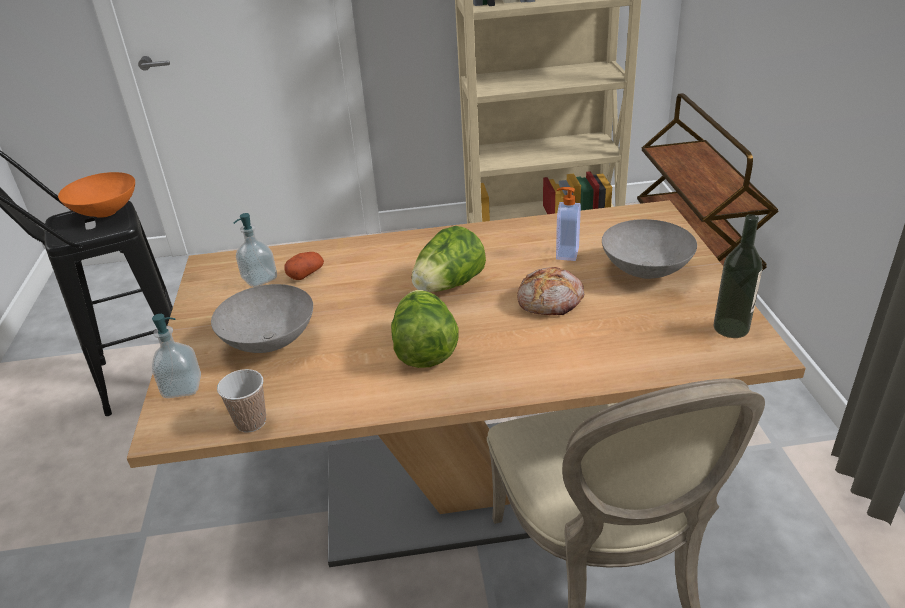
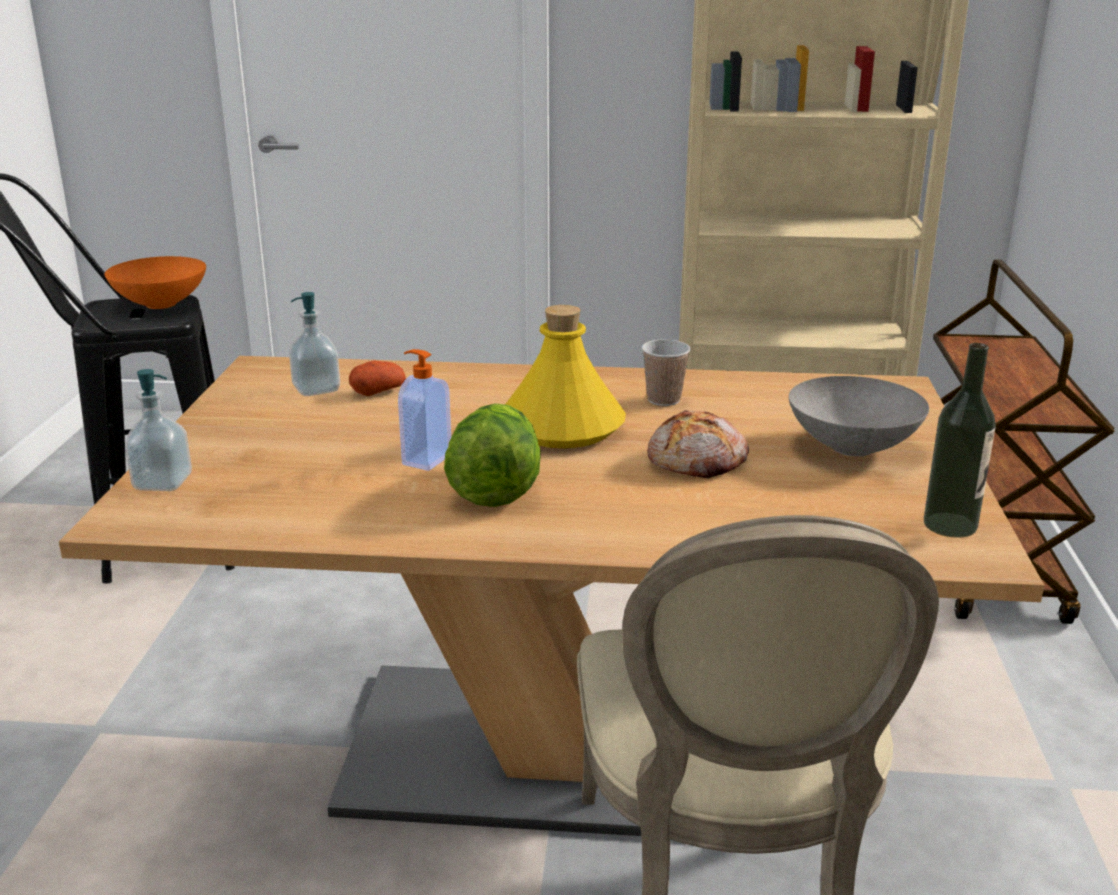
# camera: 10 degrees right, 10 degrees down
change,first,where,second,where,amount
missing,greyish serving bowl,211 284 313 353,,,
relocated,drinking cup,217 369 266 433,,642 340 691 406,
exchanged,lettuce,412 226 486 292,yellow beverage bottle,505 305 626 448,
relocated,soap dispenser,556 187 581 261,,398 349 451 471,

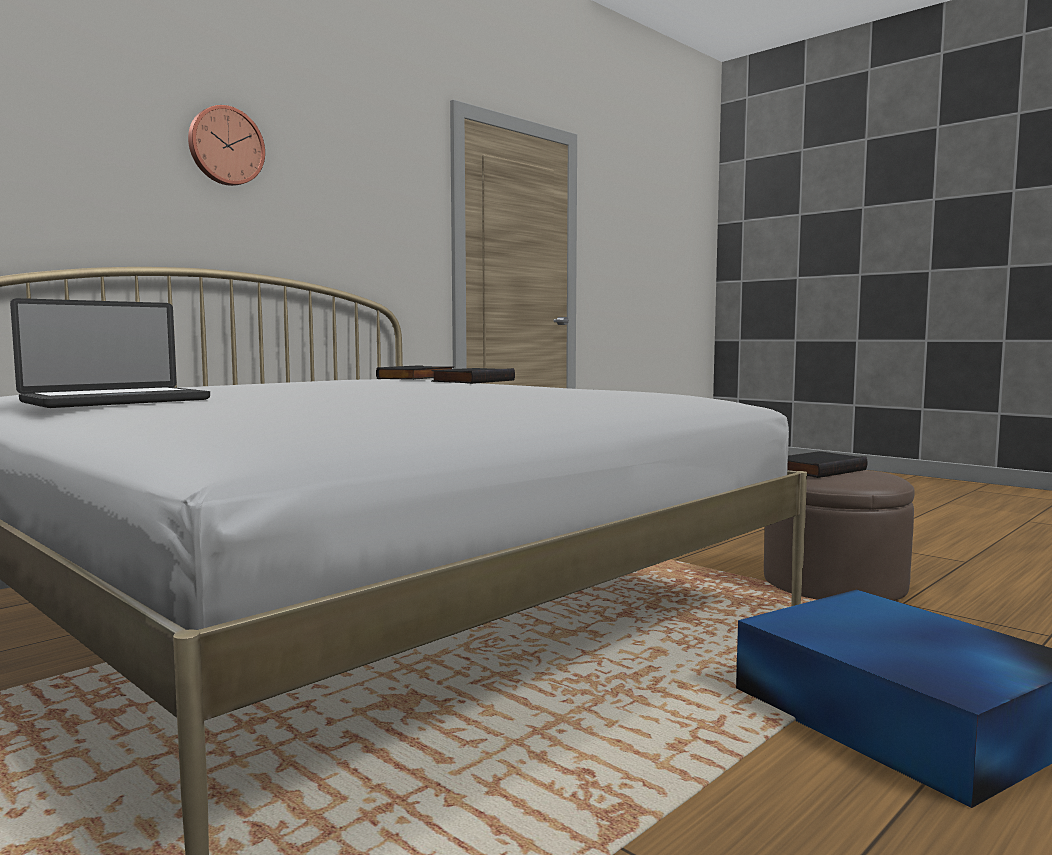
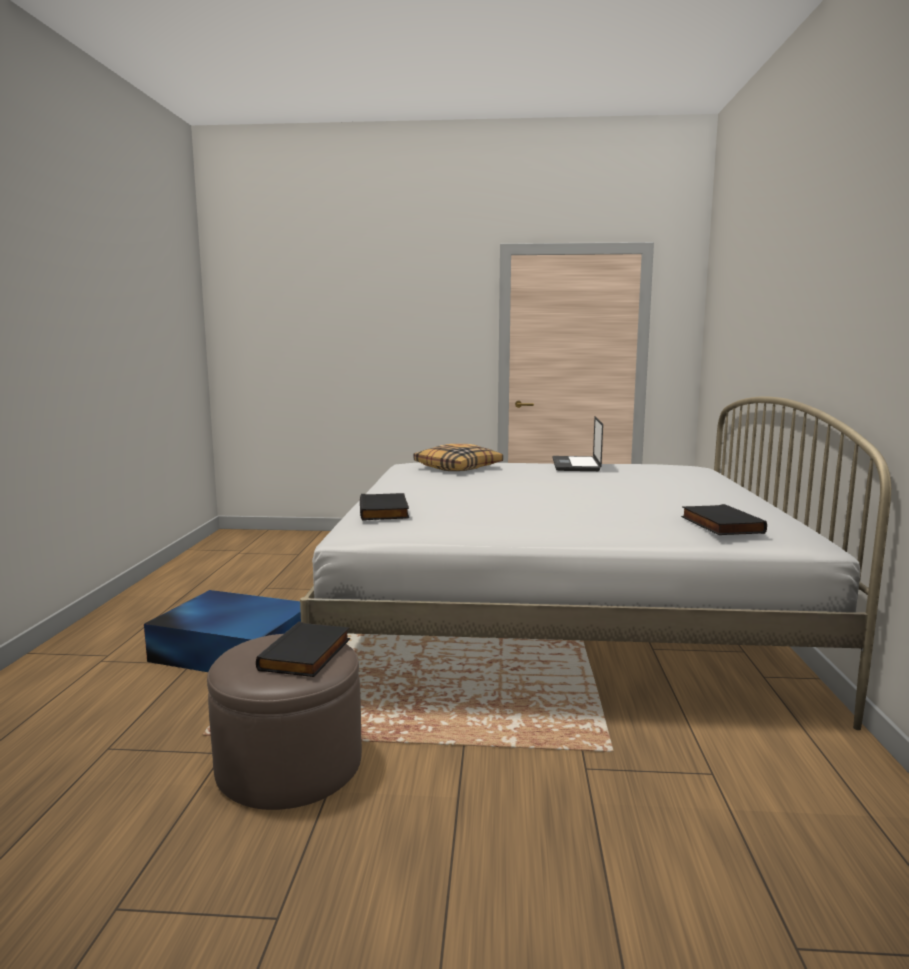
# camera: 140 degrees right, 5 degrees up
change,first,where,second,where,amount
missing,hanging clock,188 105 265 186,,,
relocated,black book,431 368 515 384,,360 493 409 521,
appeared,,,cushion,413 444 503 471,

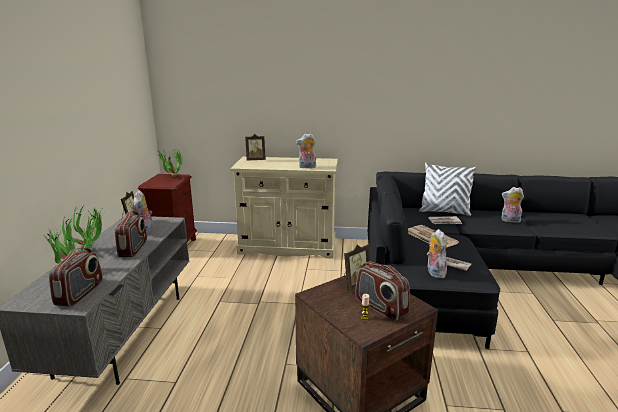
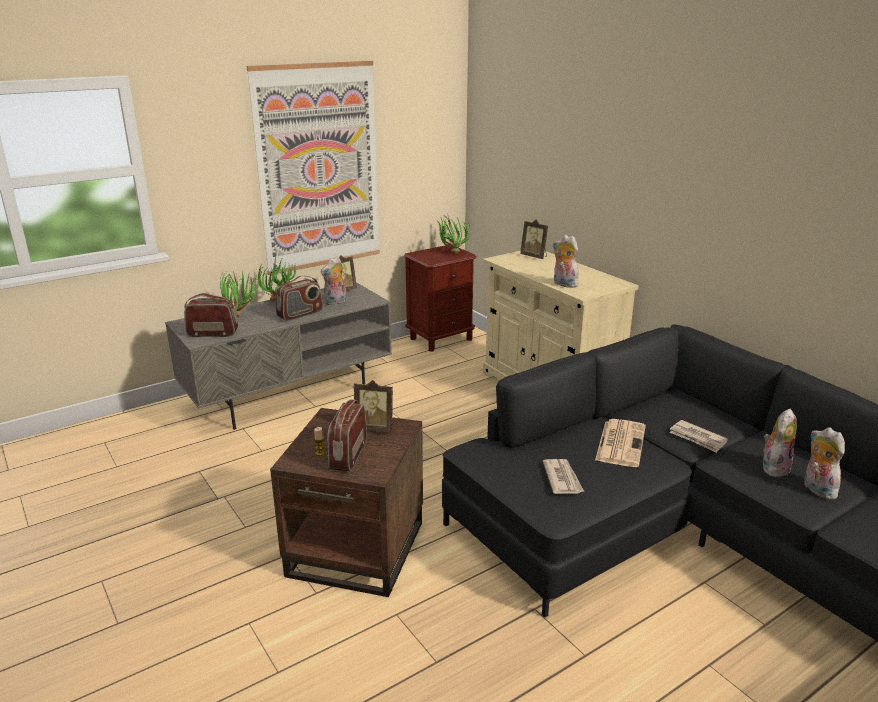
# camera: 50 degrees right, 5 degrees up
change,first,where,second,where,amount
spun,radio set,49 248 103 307,,184 293 238 337,150 degrees counterclockwise
missing,whitish cushion,419 163 476 216,,,
relocated,plush toy,427 229 447 278,,763 409 797 479,
appeared,,,wall art,247 61 380 275,

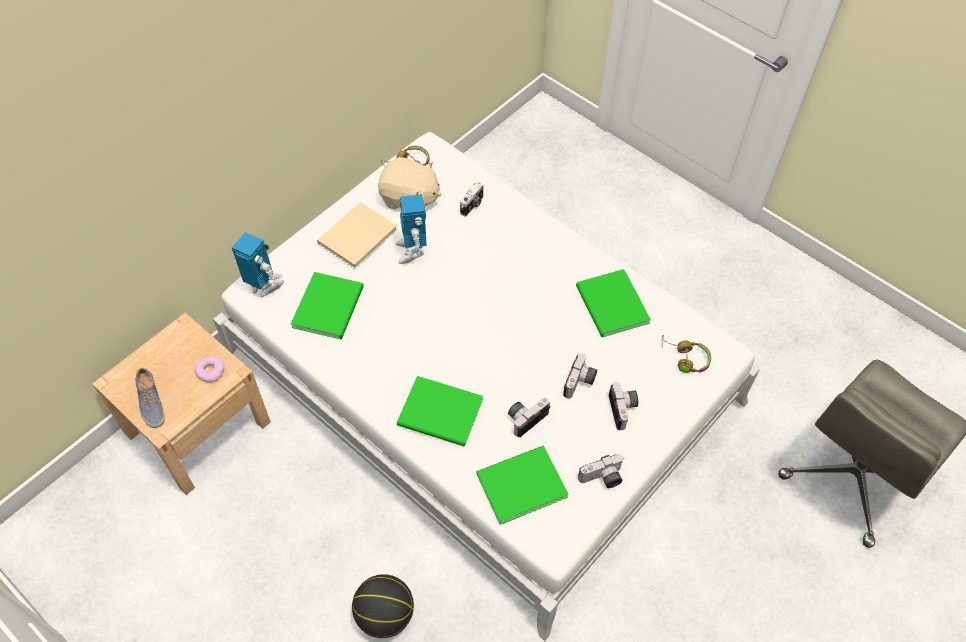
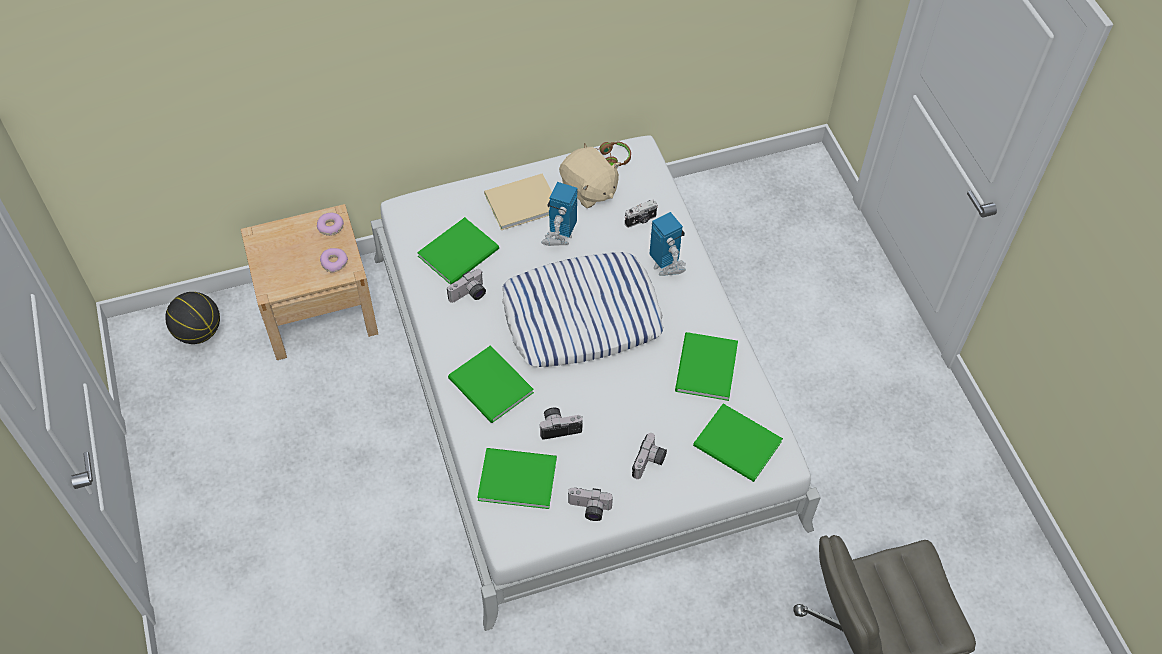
# camera: 30 degrees right, 0 degrees up
change,first,where,second,where,amount
missing,shoe,136 368 165 428,,,
relocated,toy robot,232 232 284 297,,649 212 686 276,
relocated,basketball,352 574 414 638,,165 292 220 344,
relocated,photo camera,563 353 597 399,,447 269 486 303,
exchanged,brown pair of headphones,662 335 711 373,greenish book,693 404 783 482,
appeared,,,donut,317 213 344 236,
appeared,,,cushion,502 252 663 367,

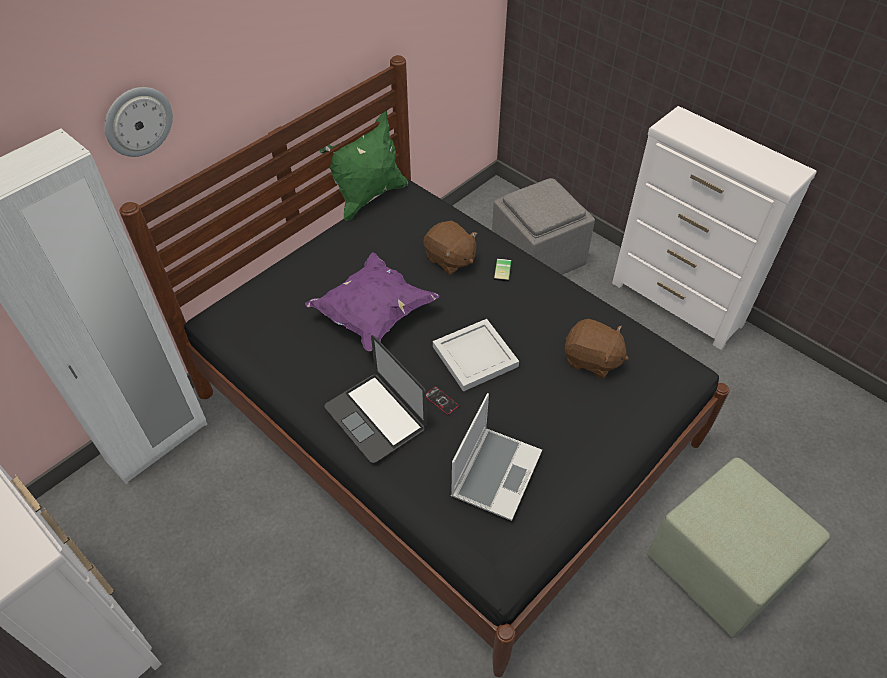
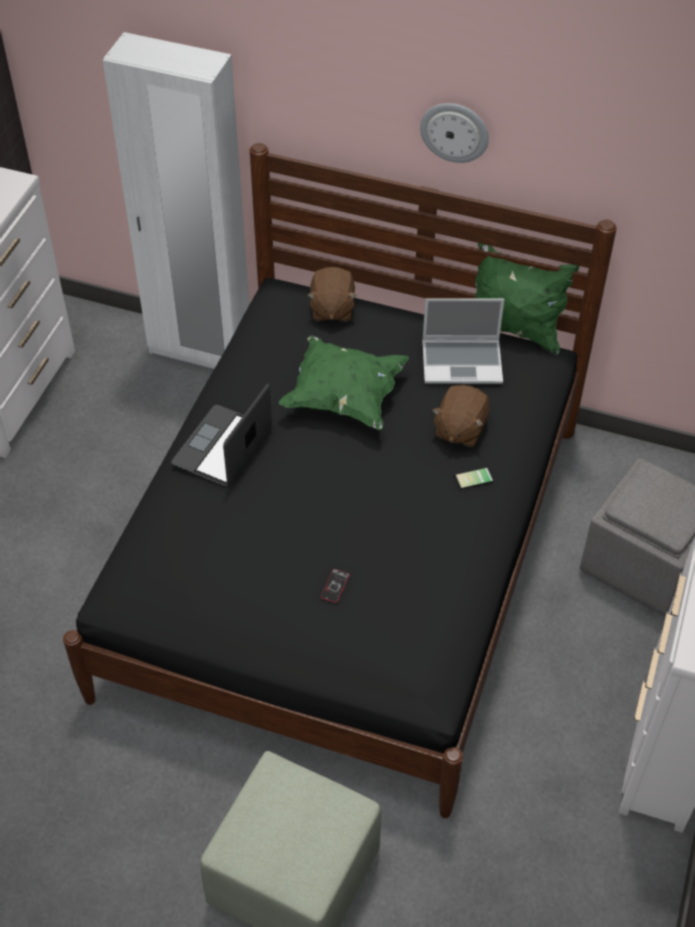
# camera: 65 degrees right, 0 degrees up
change,first,where,second,where,amount
relocated,hanging clock,105 87 173 157,,420 103 489 163,
colour,purplish cushion,305 252 440 351,greenish cushion,279 335 409 430,
relocated,telephone,426 387 459 415,,321 569 350 603,
missing,whitish tray,433 319 519 392,,,
relocated,laptop,451 393 542 521,,422 298 504 384,
relocated,brown plush toy,564 319 629 378,,307 267 357 322,

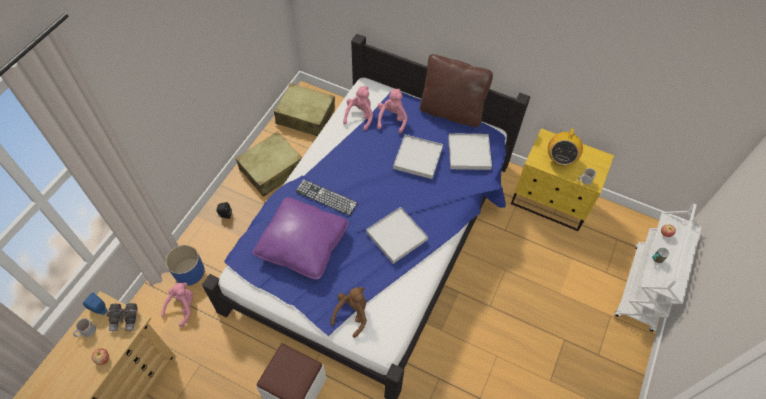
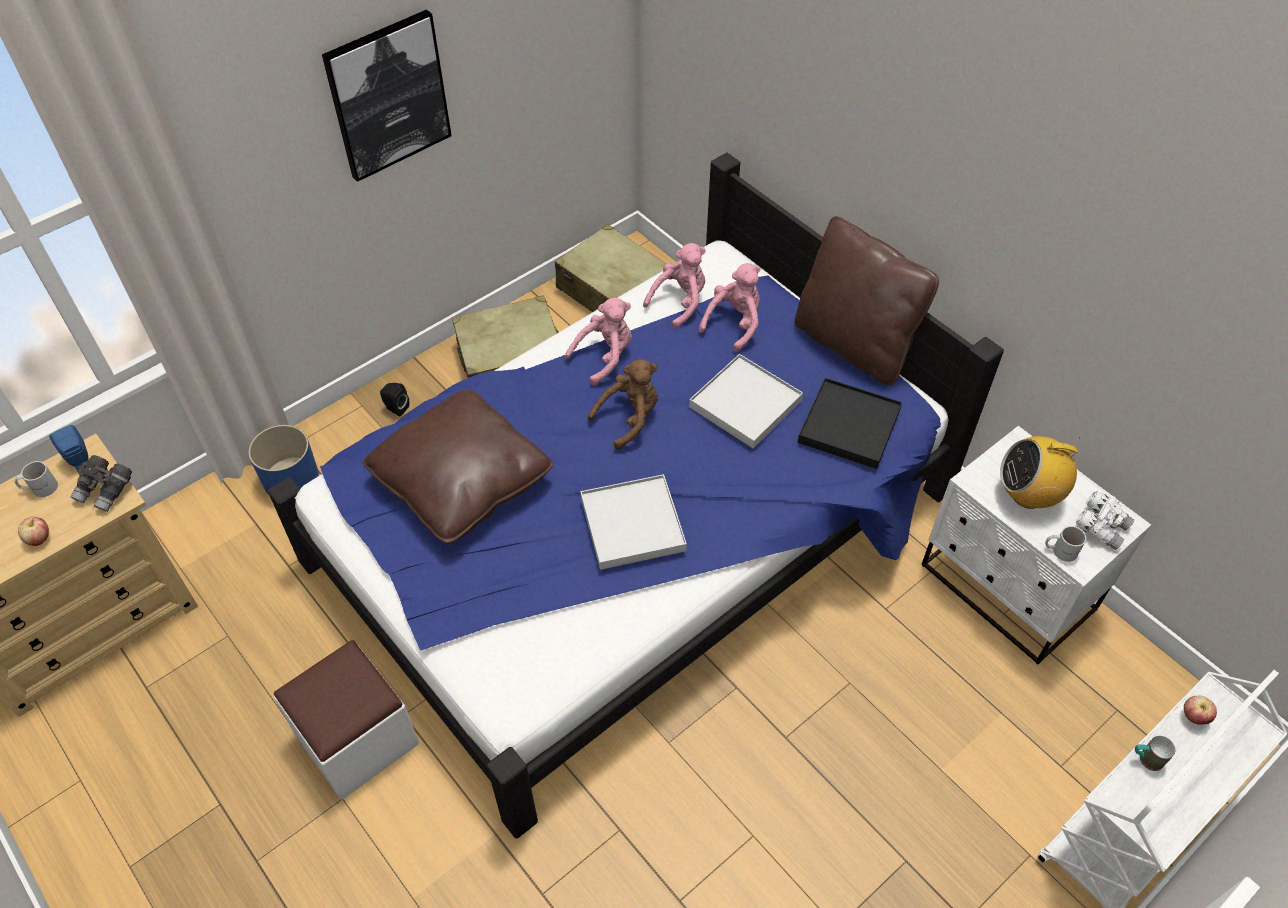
# camera: 25 degrees right, 5 degrees down
change,first,where,second,where,amount
relocated,pinkish plush toy,161 283 193 327,,565 298 632 386,
colour,purplish cushion,253 197 349 279,brown cushion,363 390 553 543,
missing,keyboard,295 179 358 216,,,
relocated,brown plush toy,330 287 367 338,,588 359 658 450,
colour,whitish tray,448 133 492 170,black tray,798 378 902 469,
colour,yellow night table,511 128 614 231,whitish night table,922 426 1151 664,
spun,radio set,548 128 583 166,,1000 436 1080 509,45 degrees clockwise
appeared,,,wall art,322 9 452 182,
appeared,,,whitish binoculars,1076 491 1134 550,

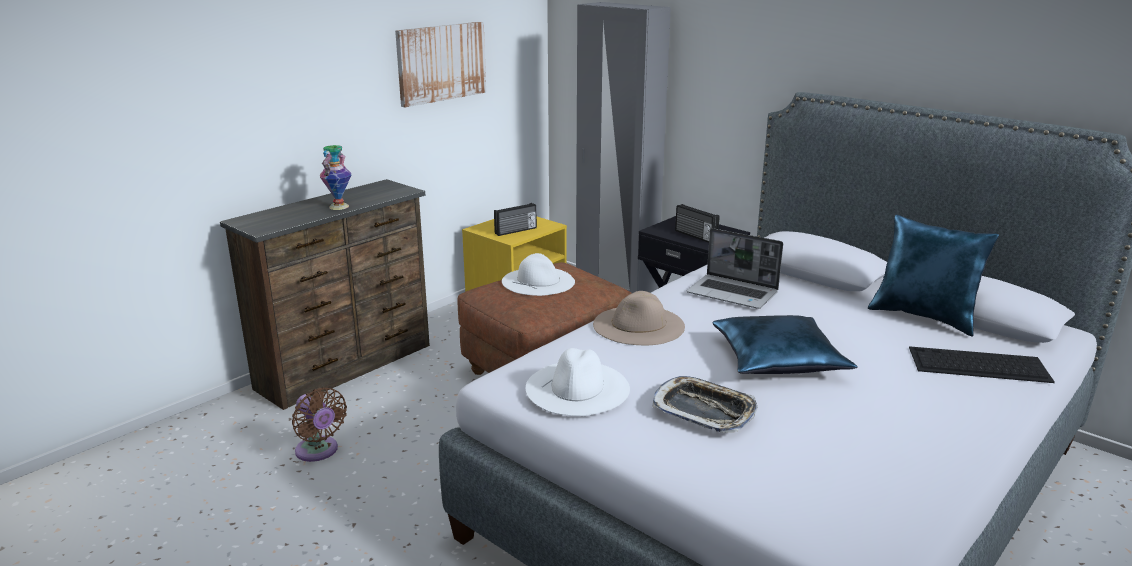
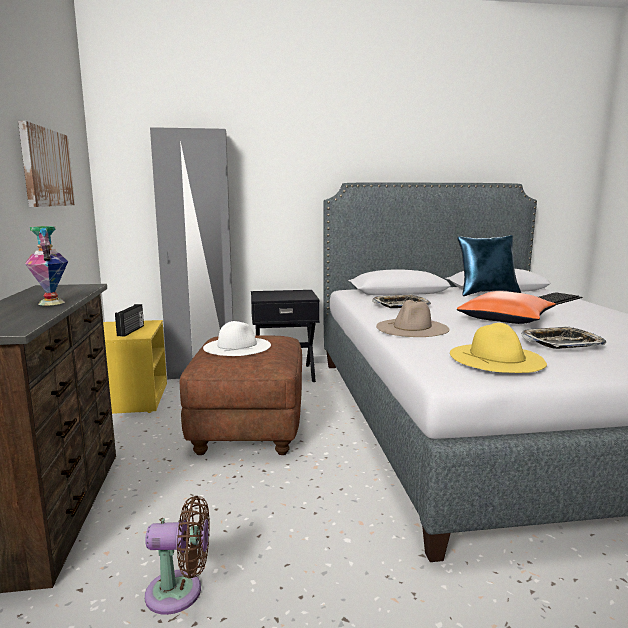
# camera: 50 degrees left, 10 degrees down
change,first,where,second,where,amount
colour,whitish clothing hat,526 348 630 416,yellow clothing hat,450 323 547 373,
missing,radio set,675 204 720 243,,,
exchanged,laptop,687 228 783 309,tray,372 294 431 308,
colour,blue cushion,712 315 857 374,orange-coloured cushion,457 291 556 324,

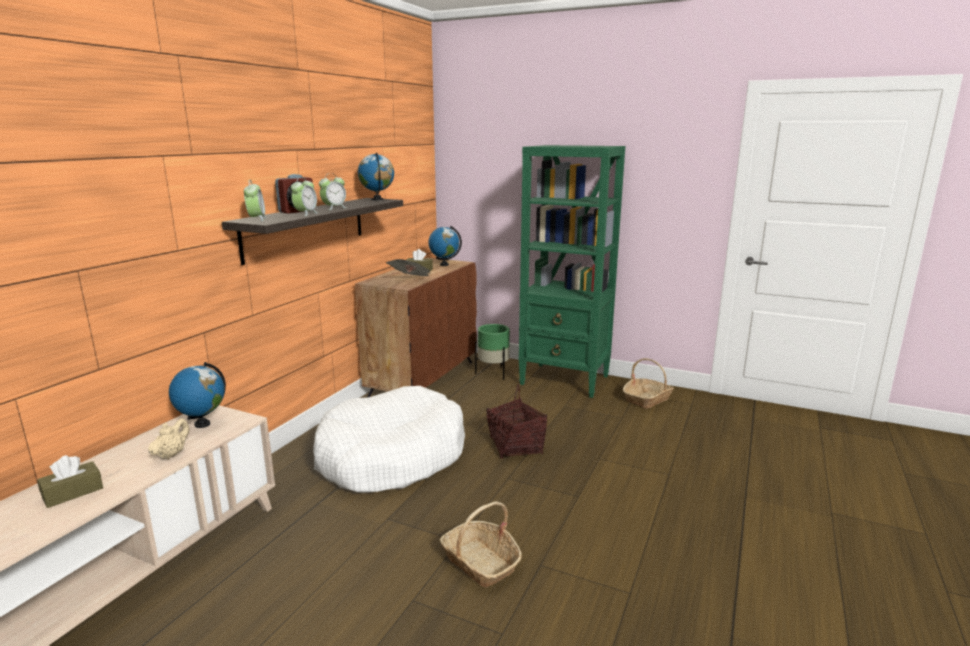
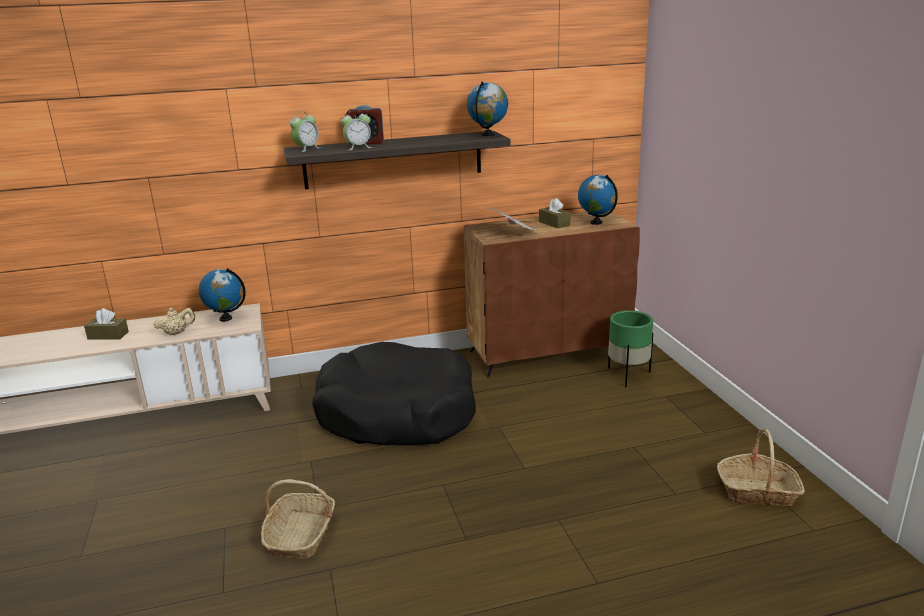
# camera: 50 degrees right, 5 degrees up
change,first,where,second,where,amount
colour,whitish dog cushion,313 386 465 493,black dog cushion,312 342 476 446,
missing,alarm clock,319 173 347 210,,,
missing,basket,486 384 547 458,,,
missing,greenish bookcase,518 145 625 398,,,

